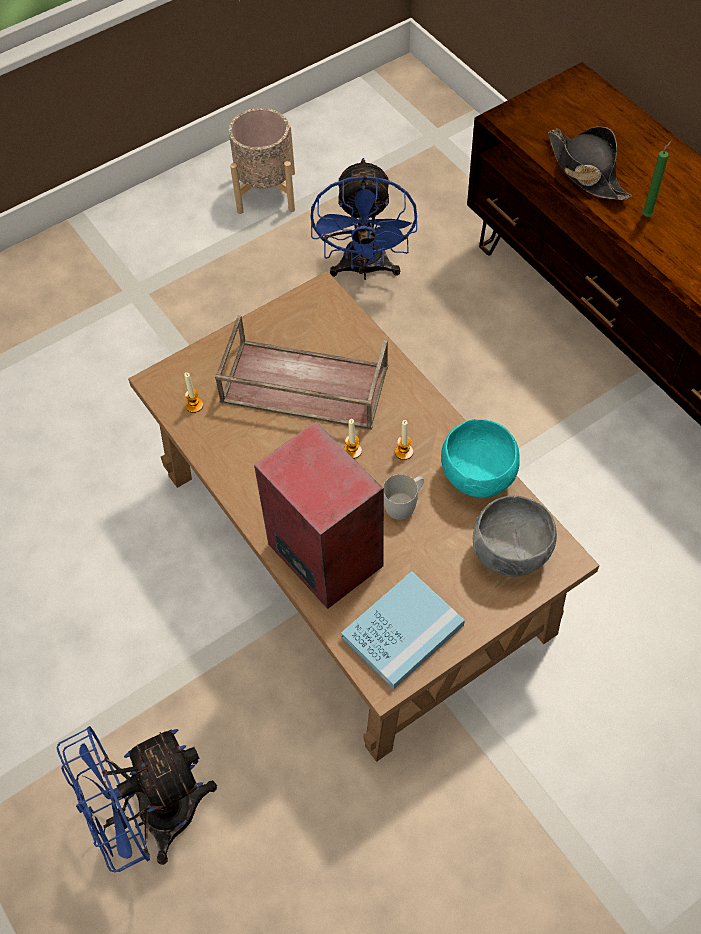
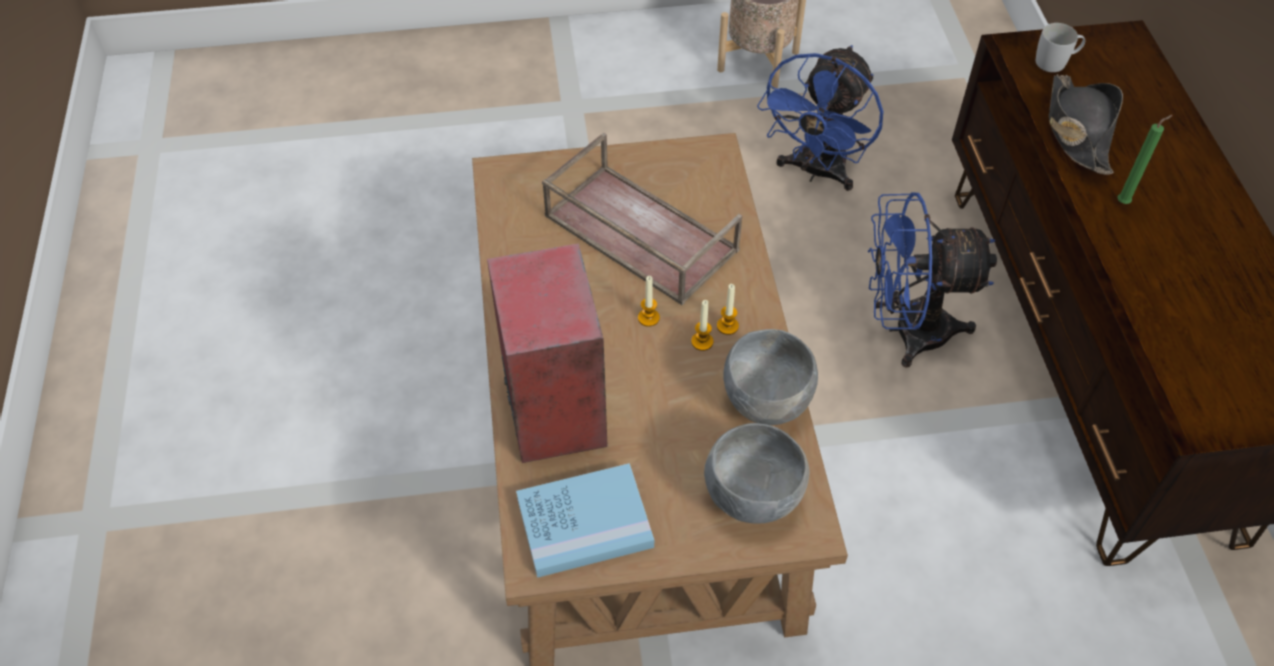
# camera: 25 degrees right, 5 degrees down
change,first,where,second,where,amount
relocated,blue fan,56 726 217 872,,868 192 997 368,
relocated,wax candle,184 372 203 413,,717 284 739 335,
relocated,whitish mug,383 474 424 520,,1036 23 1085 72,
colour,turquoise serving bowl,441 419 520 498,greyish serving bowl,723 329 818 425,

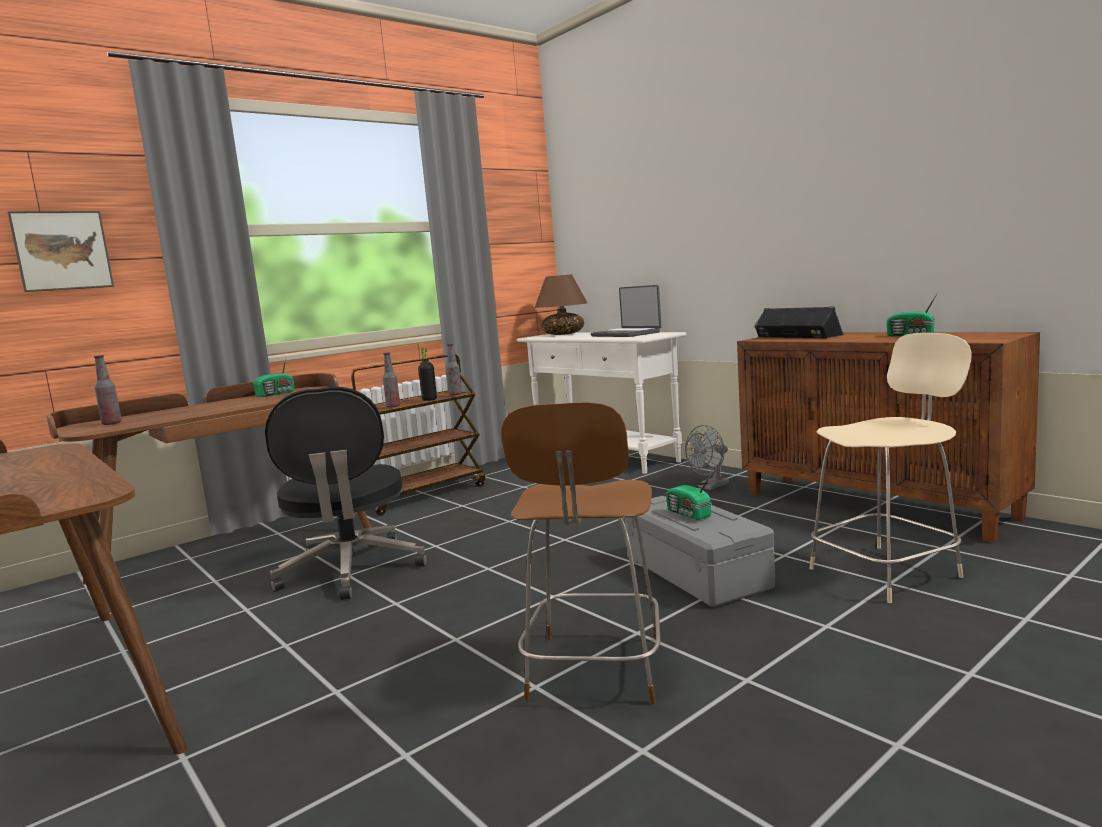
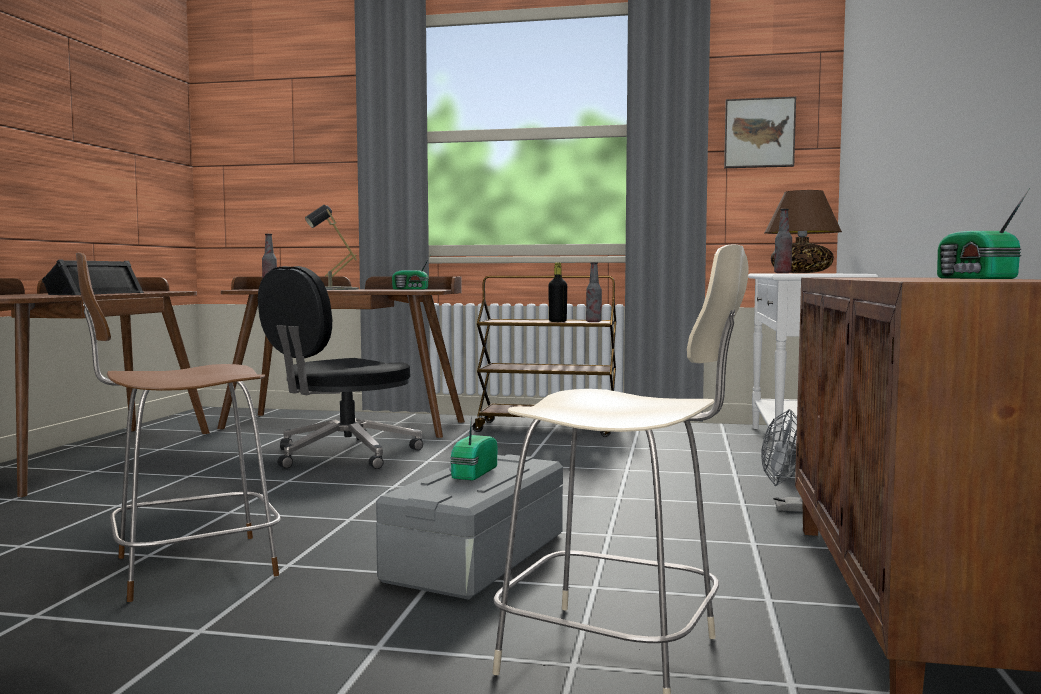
# camera: 50 degrees right, 5 degrees down
change,first,where,second,where,amount
relocated,wall art,8 211 114 292,,724 97 796 168,
relocated,beverage bottle,383 353 400 407,,774 209 792 273,
missing,laptop,591 285 661 337,,,
relocated,black loudspeaker,755 306 844 338,,42 260 144 295,
appeared,,,greyish table lamp,305 205 359 290,

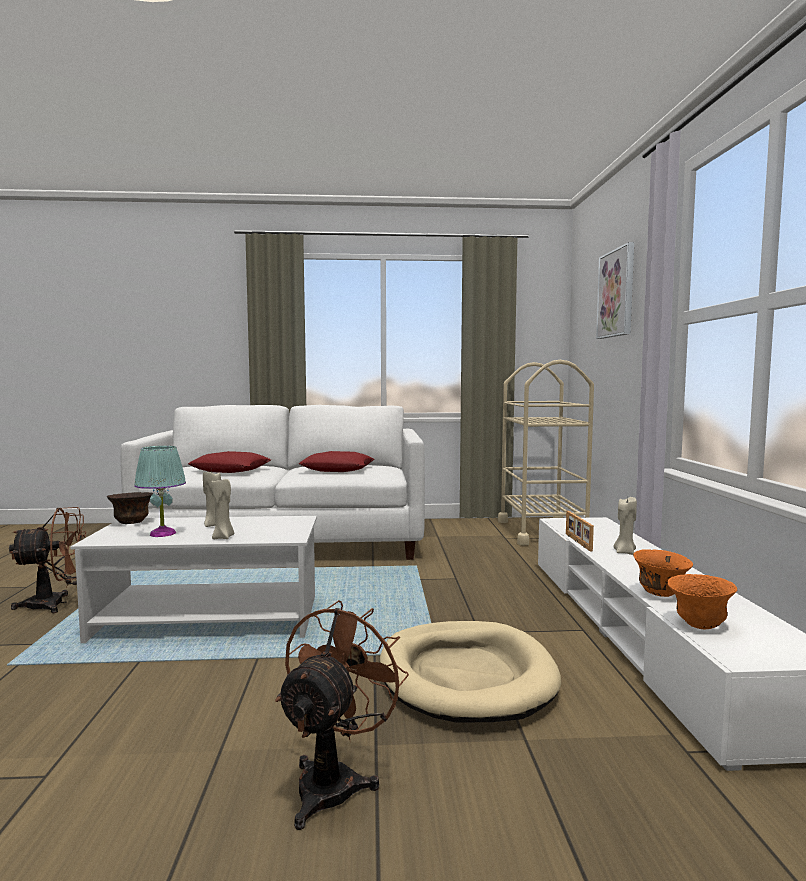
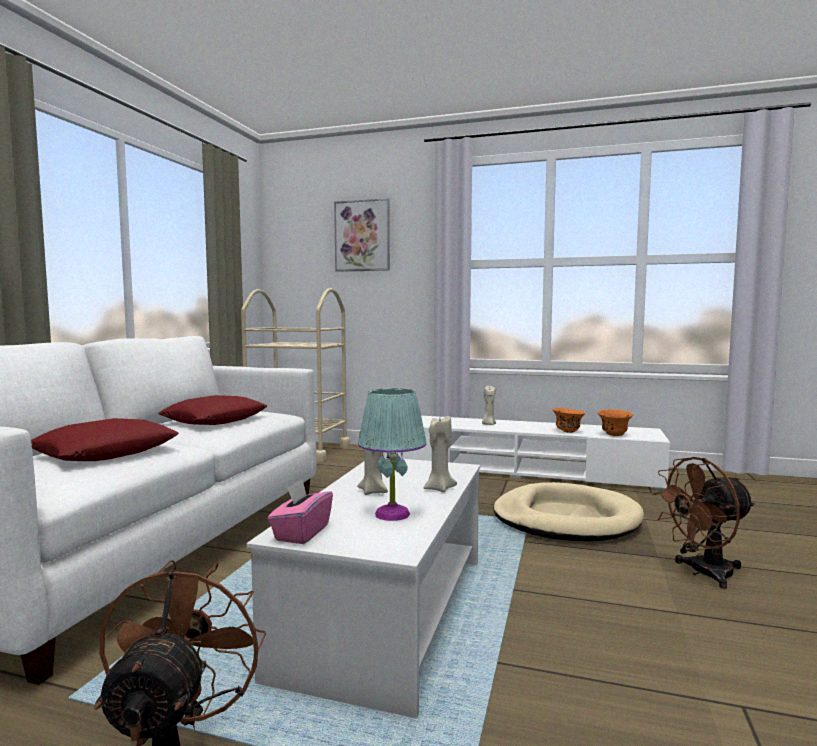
# camera: 70 degrees left, 0 degrees up
change,first,where,second,where,amount
exchanged,brown serving bowl,107 492 153 524,pinkish tissue box,268 479 333 544,
spun,brown fan,275 600 409 830,,652 457 755 589,60 degrees counterclockwise
missing,standing frame,566 511 594 551,,,

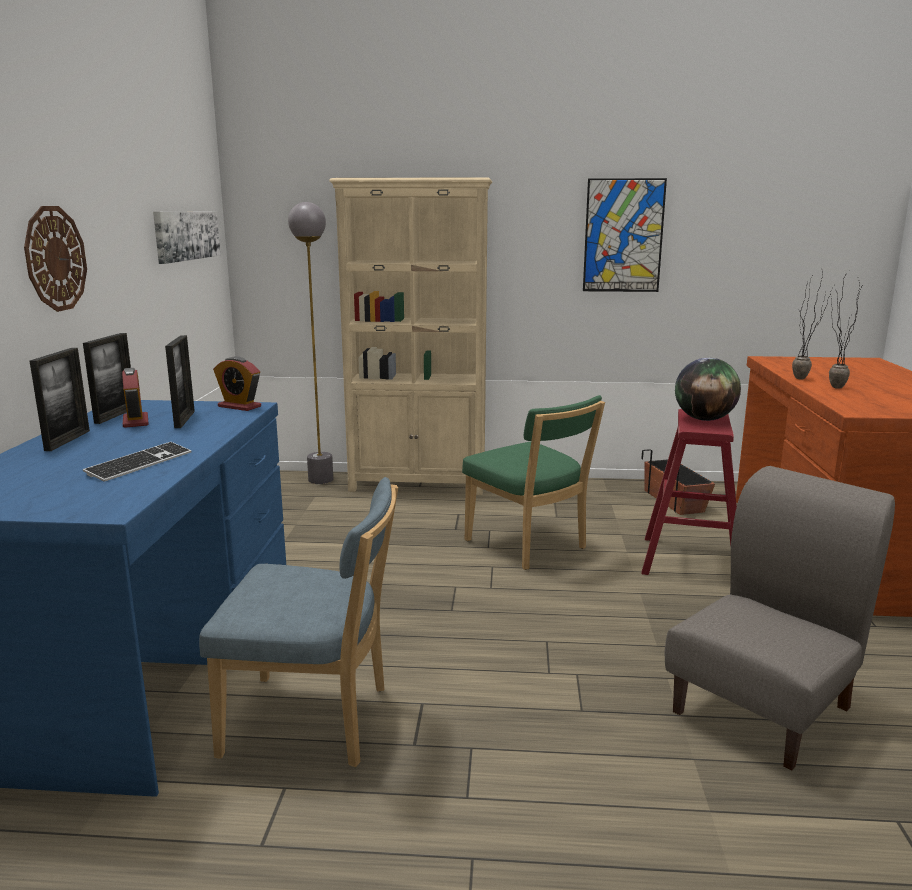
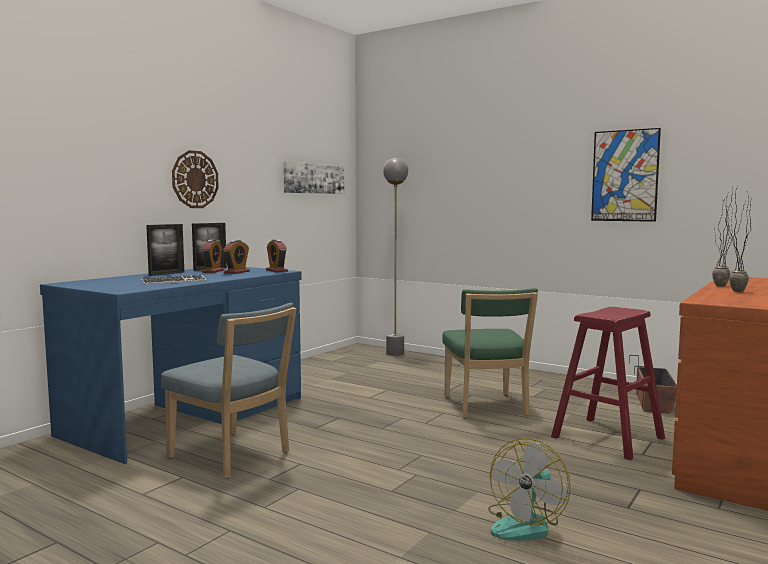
# camera: 30 degrees right, 10 degrees down
change,first,where,second,where,amount
exchanged,standing frame,165 335 195 428,alarm clock,223 240 250 274,
missing,beige bookcase,329 177 492 495,,,
exchanged,greyish upright chair,665 466 895 771,fan,488 438 571 541,
missing,globe,675 358 741 421,,,

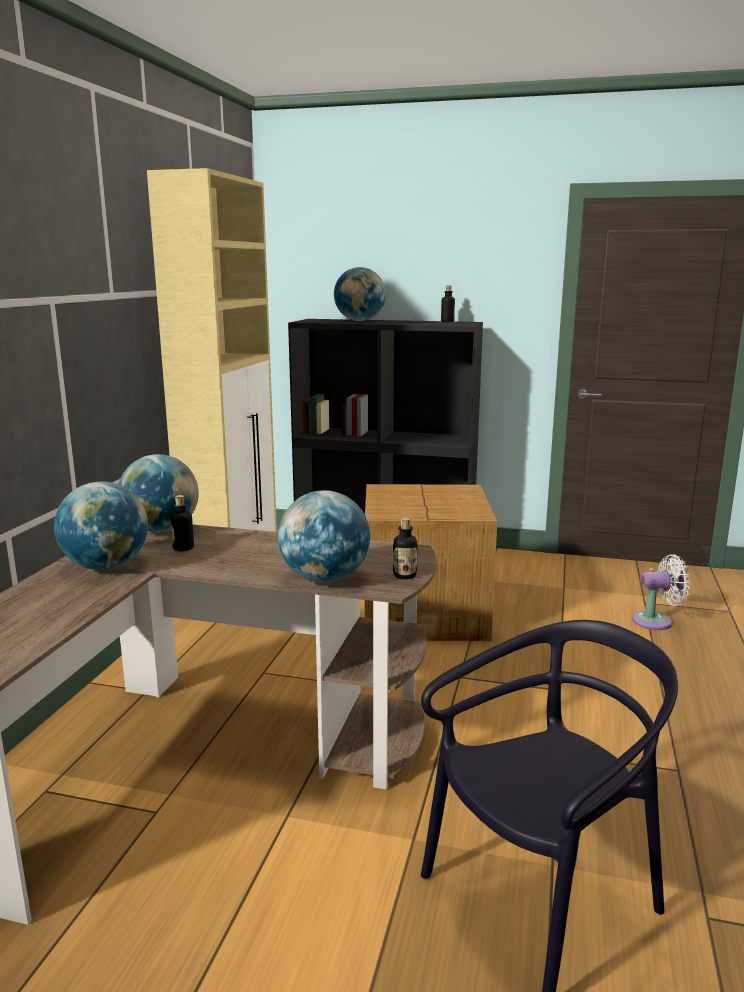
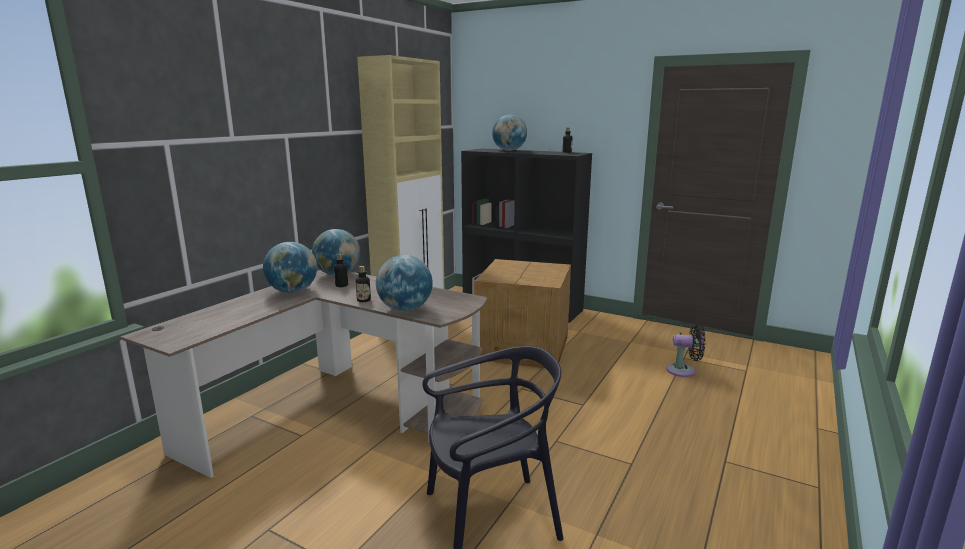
# camera: 15 degrees right, 0 degrees up
change,first,where,second,where,amount
relocated,beverage bottle,393 518 418 579,,356 266 371 302,
colour,whitish fan,632 554 690 630,black fan,666 324 705 377,

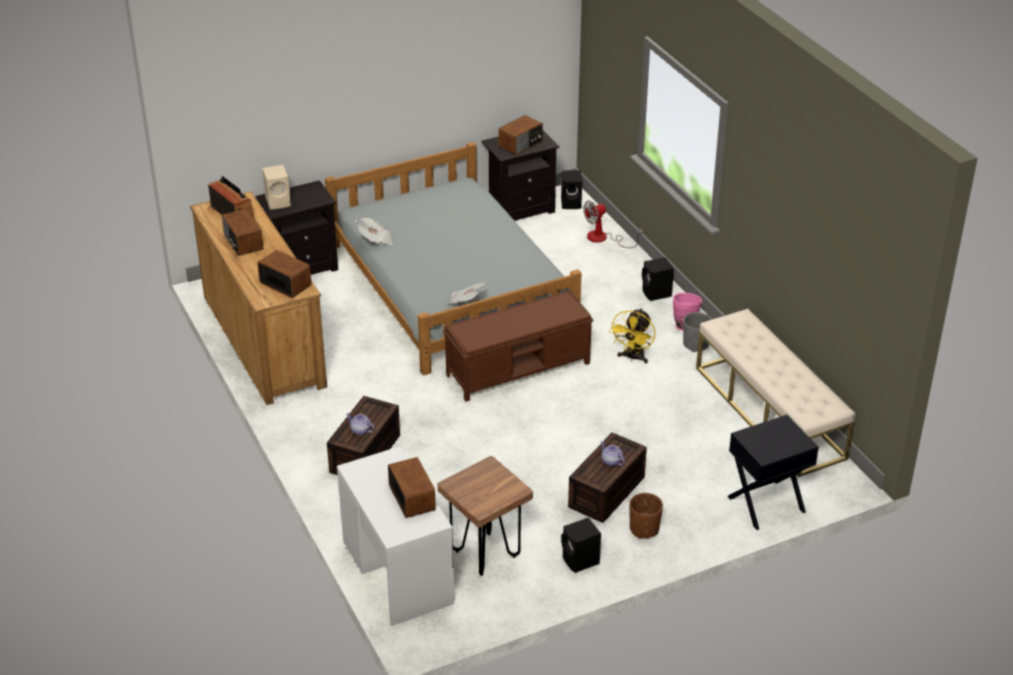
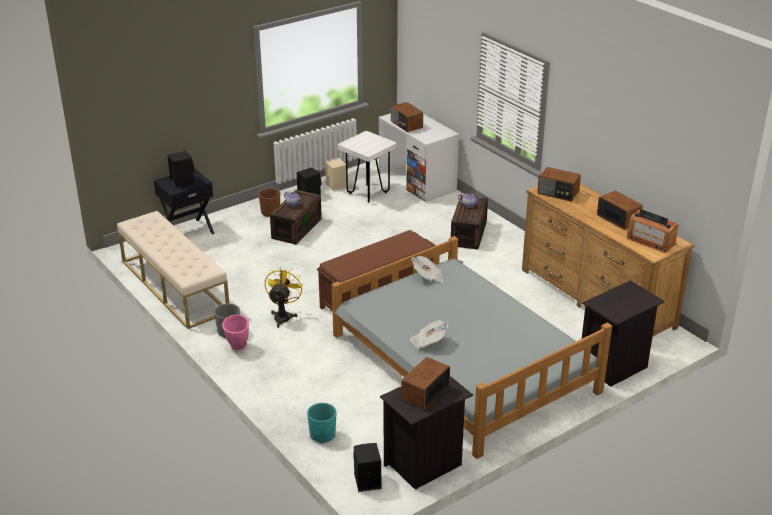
# camera: 170 degrees right, 5 degrees down
change,first,where,second,where,amount
relocated,beige loudspeaker,262 165 291 209,,325 158 347 191,
relocated,daily paper,355 218 392 245,,410 320 448 349,
colour,brown sitting stool,438 456 533 576,whitish sitting stool,338 131 397 203,
exchanged,fan,583 201 643 248,turquoise plant pot,307 403 336 444,
relocated,black loudspeaker,642 257 674 301,,168 151 194 187,

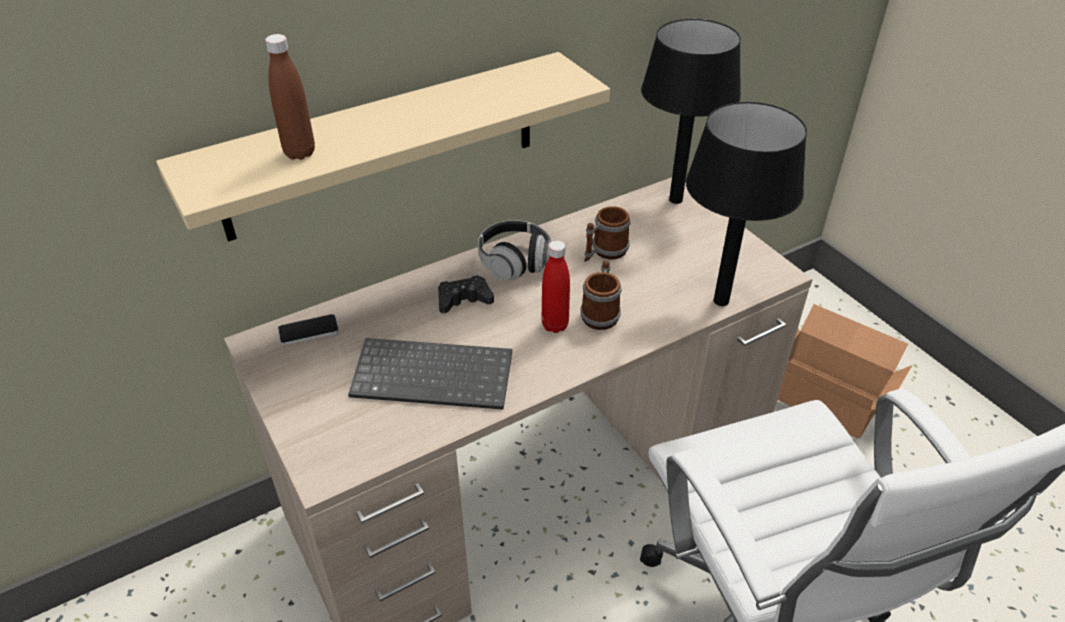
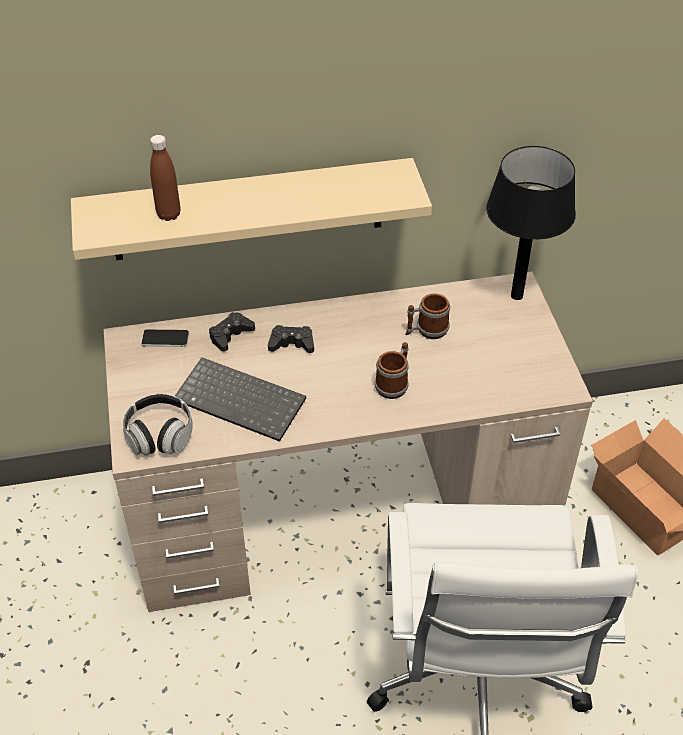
# camera: 20 degrees right, 5 degrees up
change,first,where,second,where,amount
relocated,pair of headphones,478 220 551 280,,122 394 193 456,
missing,red-coloured beverage bottle,542 240 570 333,,,
missing,black table lamp,686 102 807 306,,,
appeared,,,black gamepad,209 312 255 352,

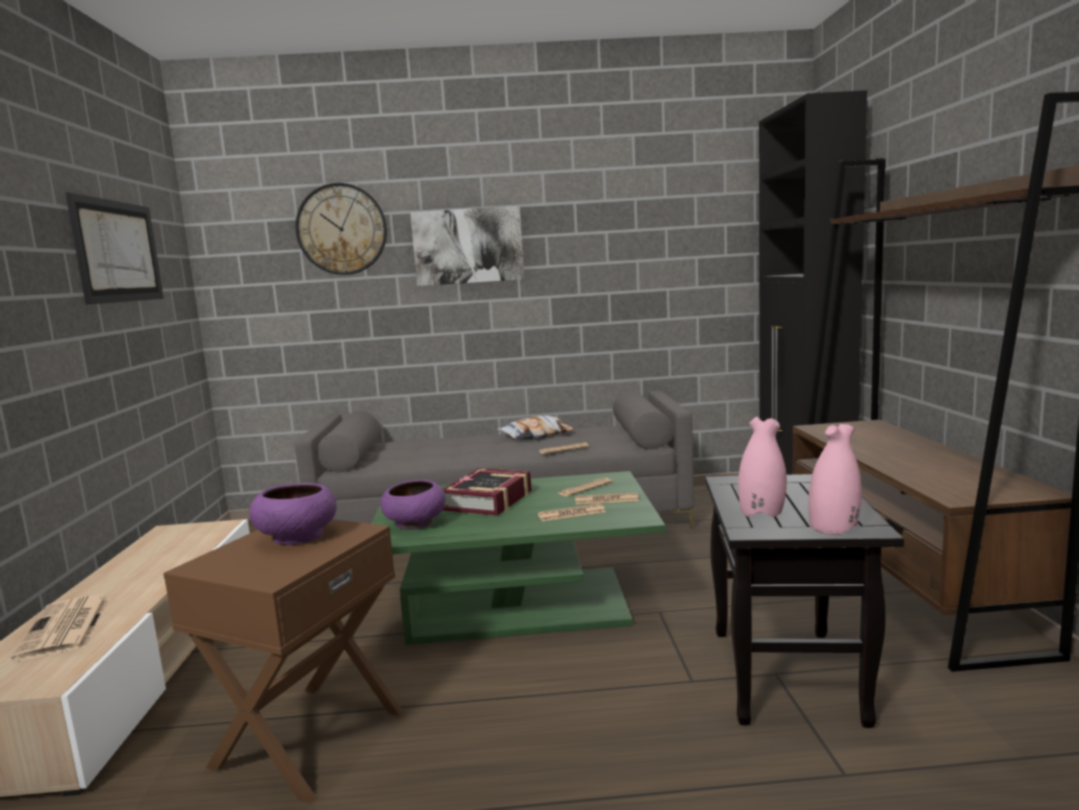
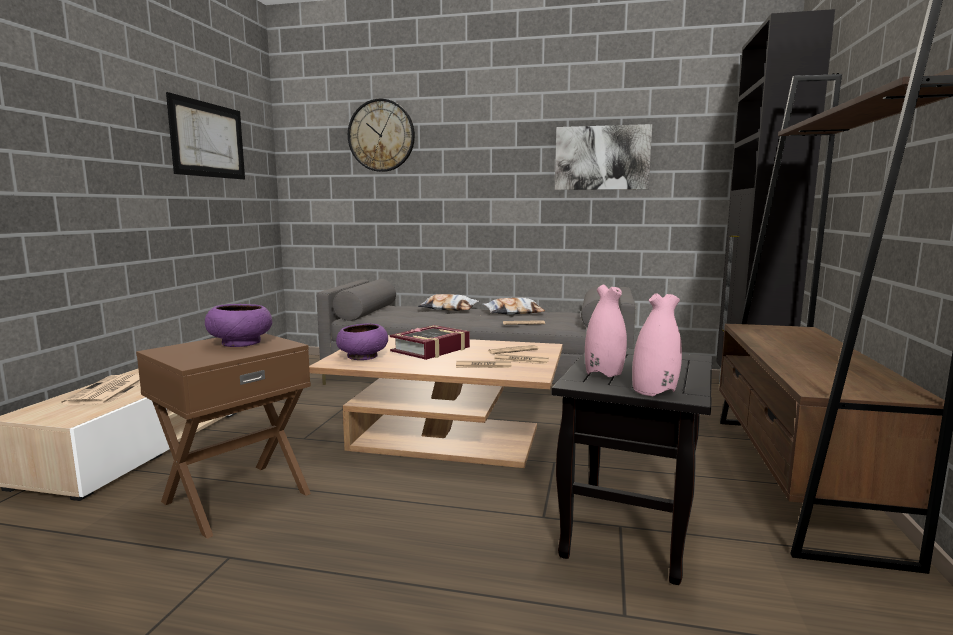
# camera: 15 degrees right, 0 degrees up
change,first,where,second,where,amount
colour,greenish lounge table,371 471 666 645,brown lounge table,309 335 563 468,
relocated,wall art,410 206 524 286,,555 124 652 190,
appeared,,,cushion,418 294 479 311,

